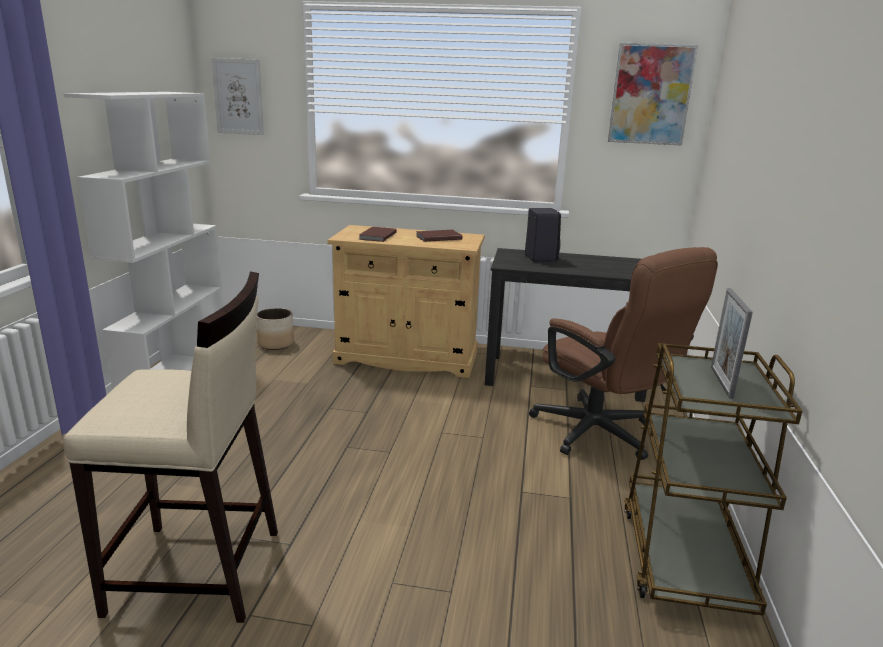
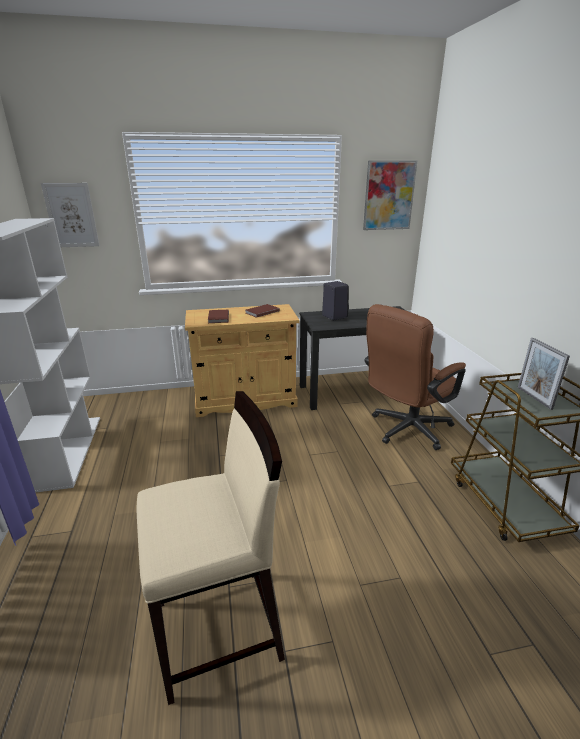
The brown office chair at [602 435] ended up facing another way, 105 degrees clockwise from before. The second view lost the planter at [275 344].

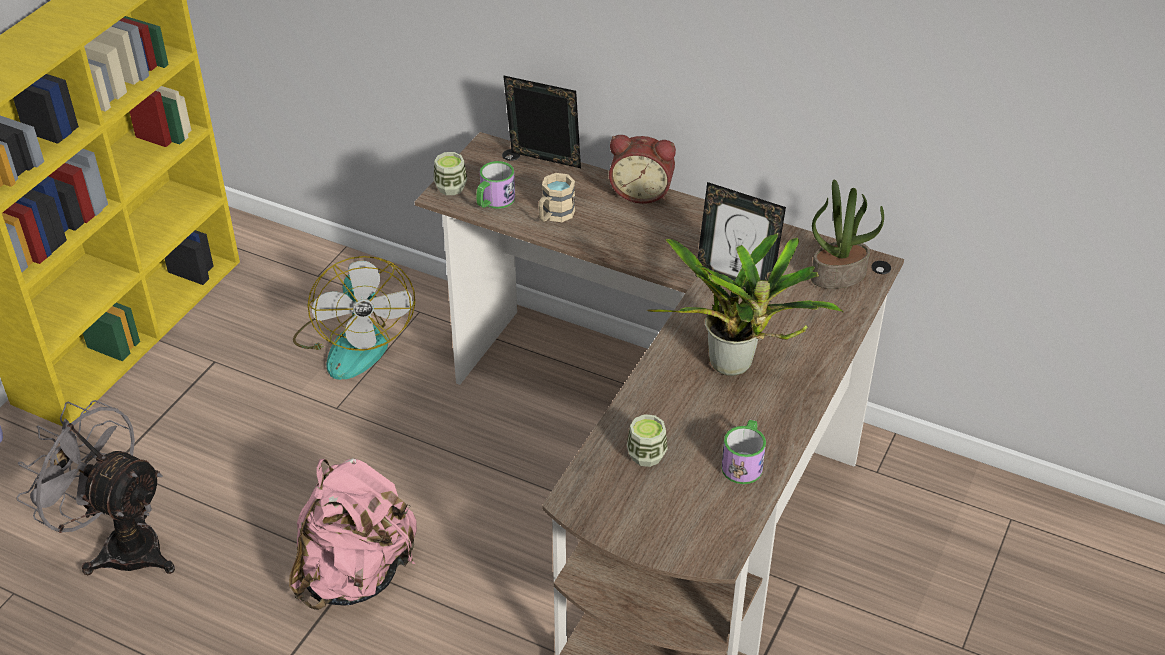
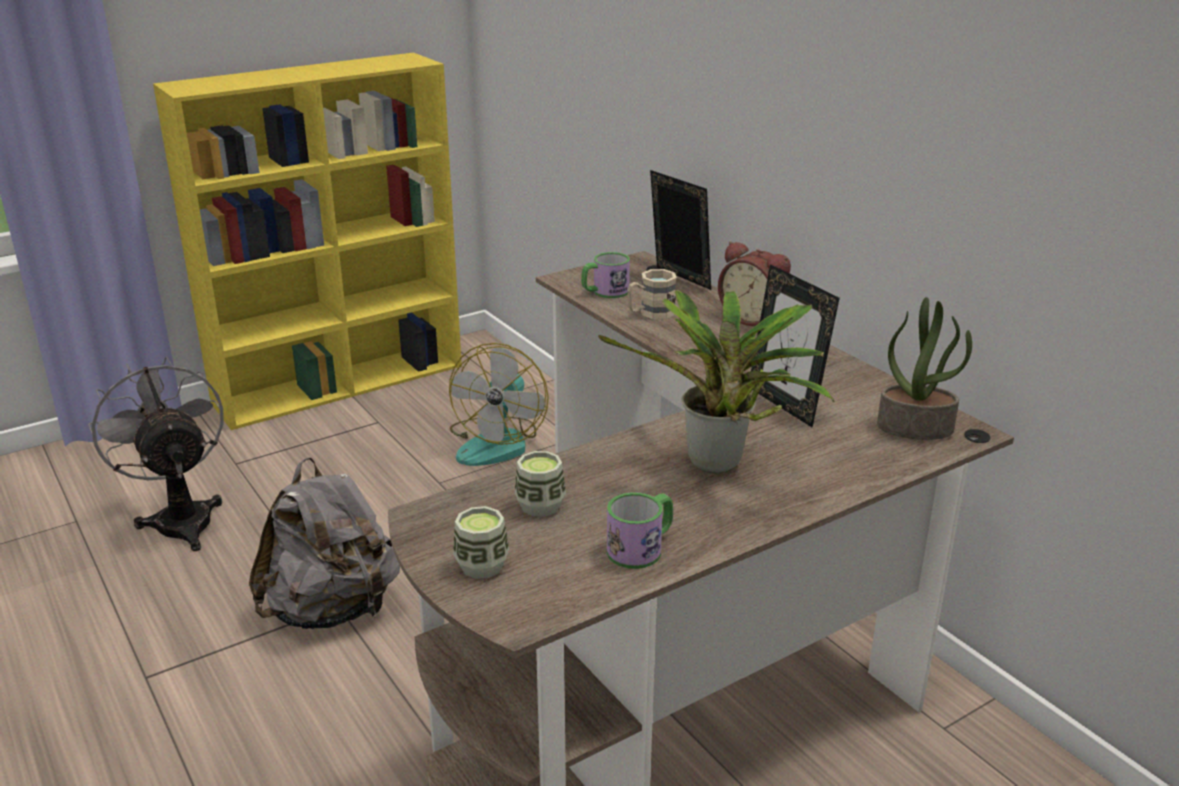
The cup ended up elsewhere, having gone from [451 187] to [482 565]. What was the pink backpack at [356 574] turned into the grey backpack at [332 610].

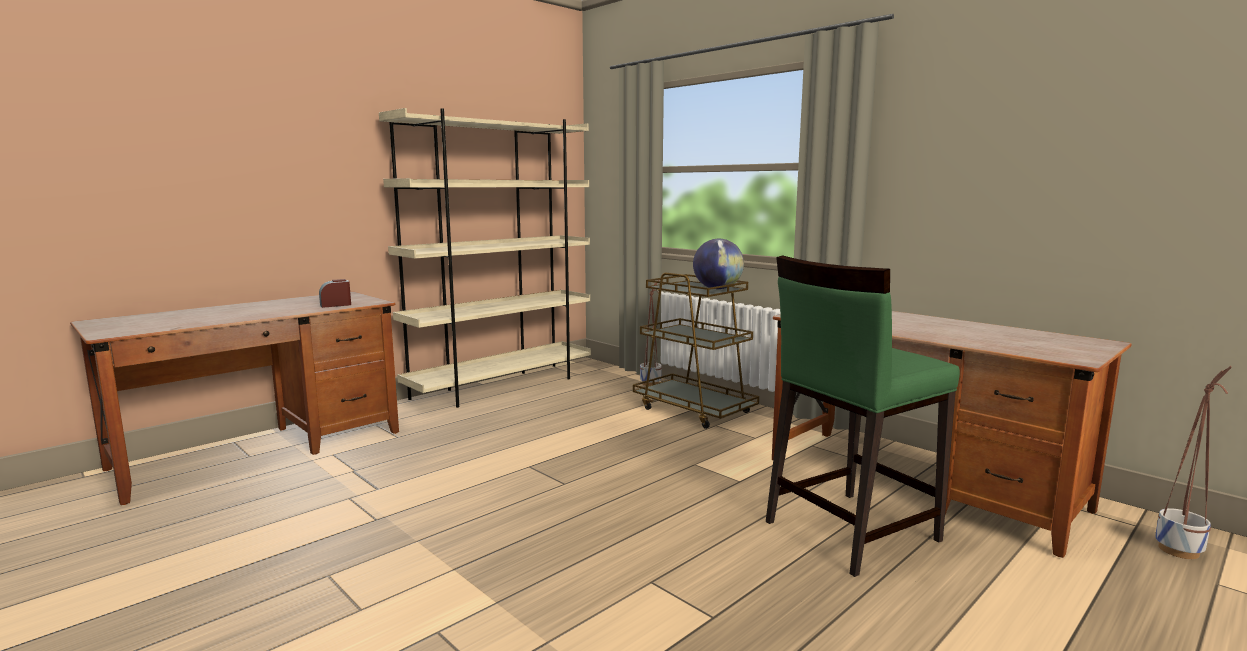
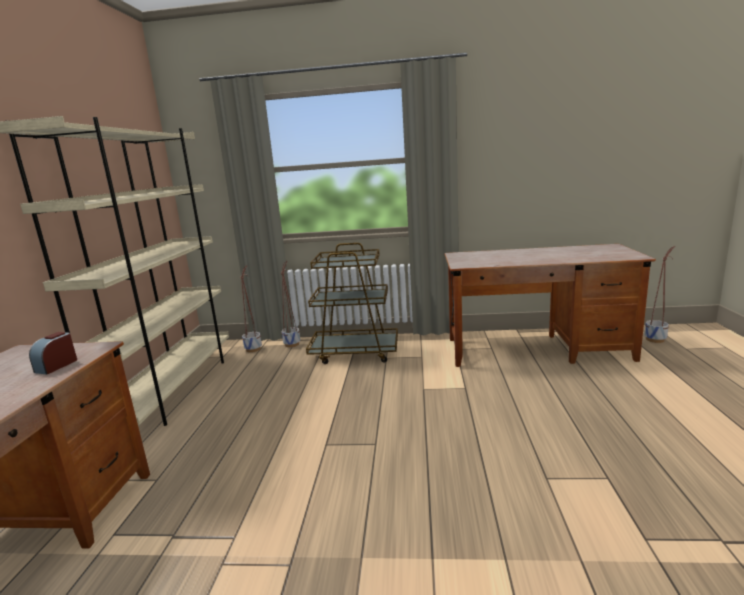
The second view lost the globe at [717 288]. The second view lost the green stool at [849 530]. The second view gained the planter at [253 349].

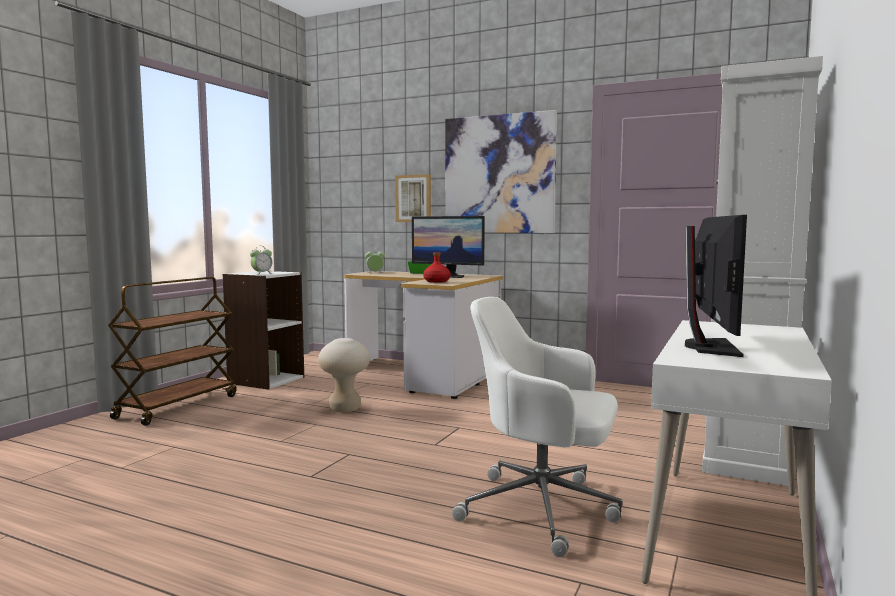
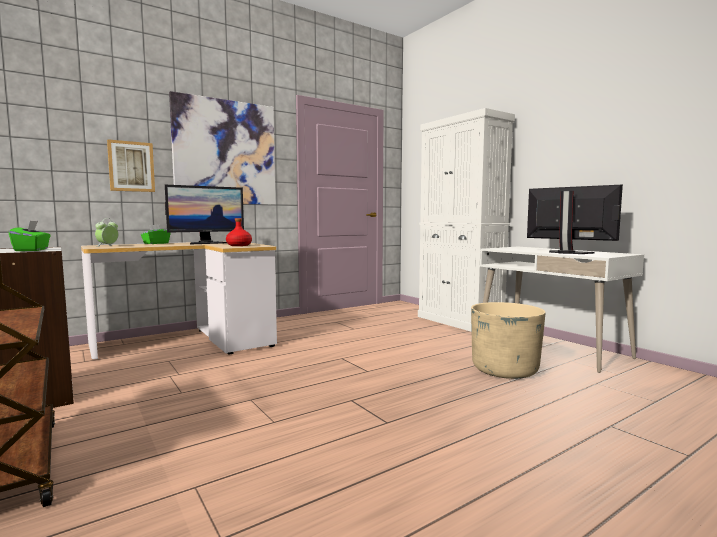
Where the alarm clock stood at [262 273], the green tissue box came to stand at [32 250]. Where the white office chair stood at [543 509], the beige planter came to stand at [504 370]. The second view lost the beige stool at [345 409].

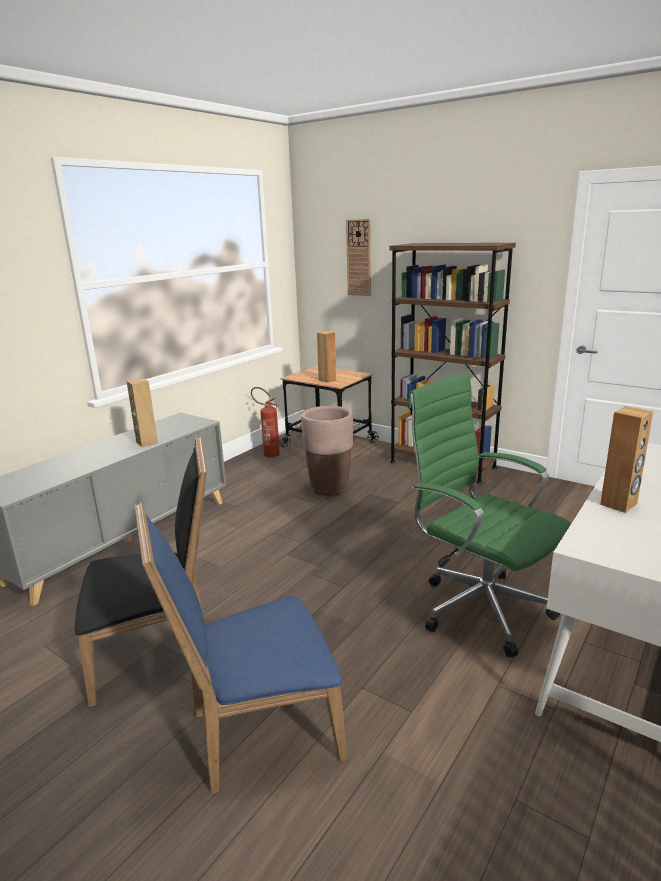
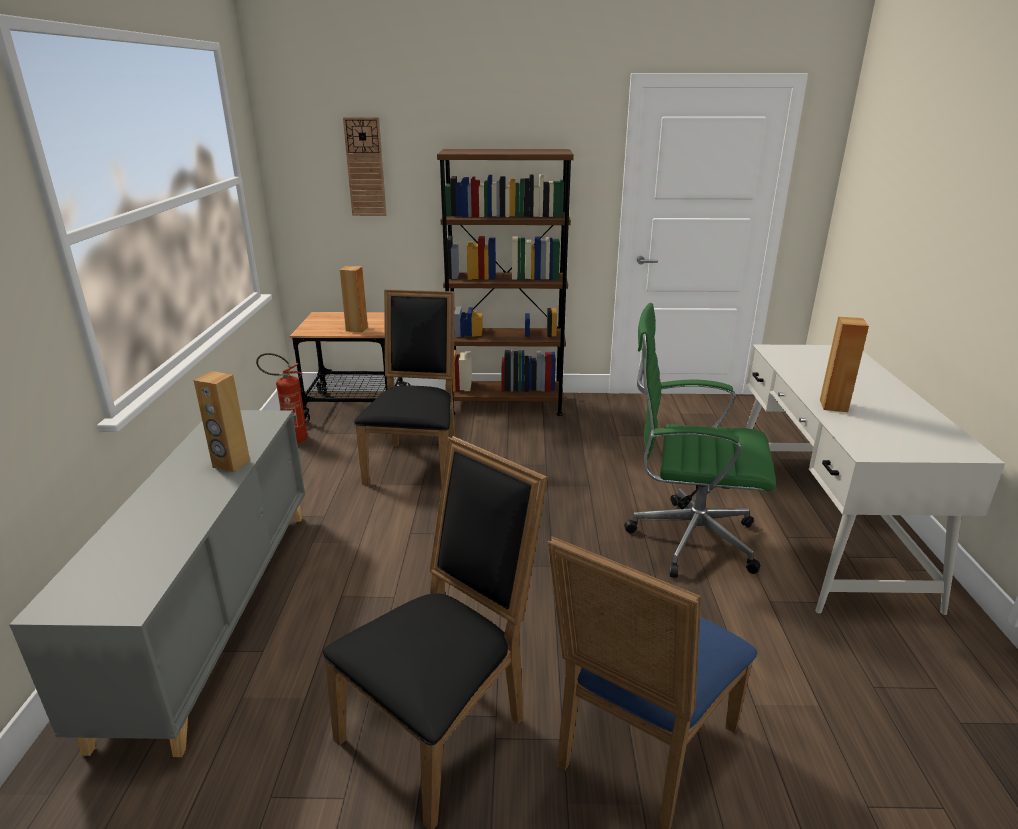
Where the brown planter stood at [329 488], the black chair came to stand at [417 462].

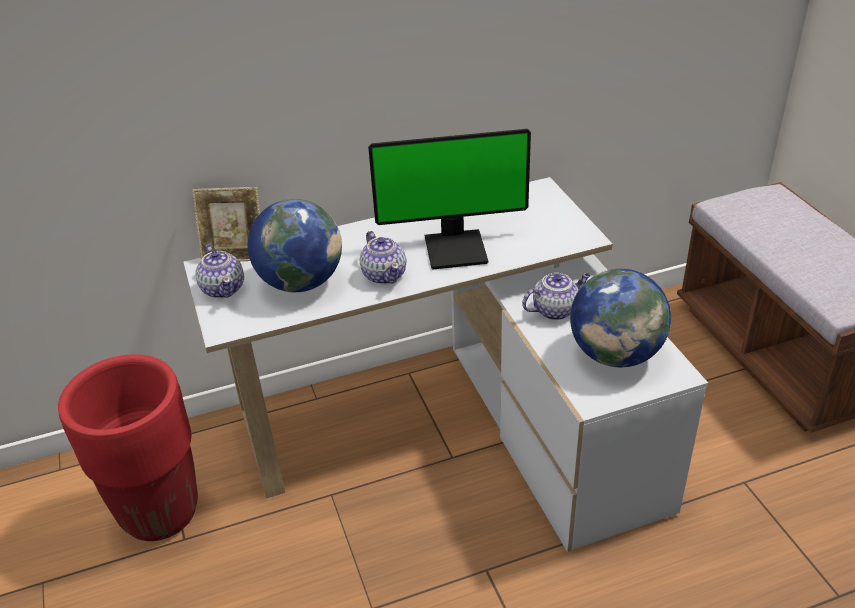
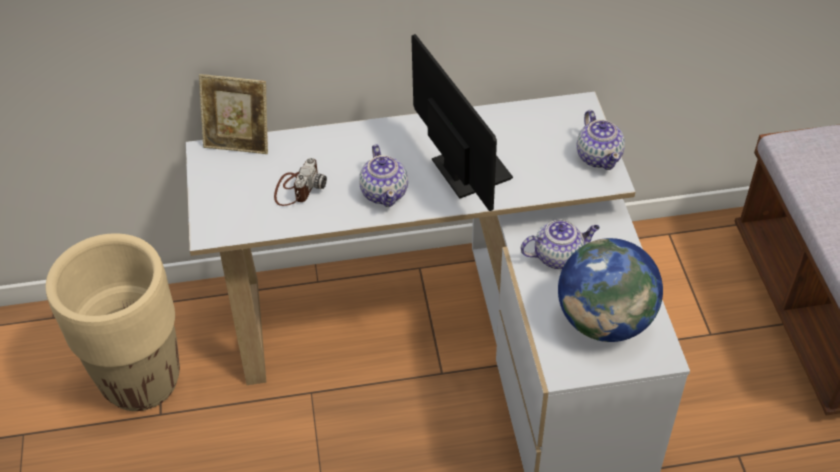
The monitor at [456 248] ended up facing another way, 120 degrees counterclockwise from before. Where the globe stood at [300 282], the photo camera came to stand at [298 188]. The teapot ended up elsewhere, having gone from [223 288] to [599 156]. What was the red planter at [160 512] turned into the beige planter at [142 381].

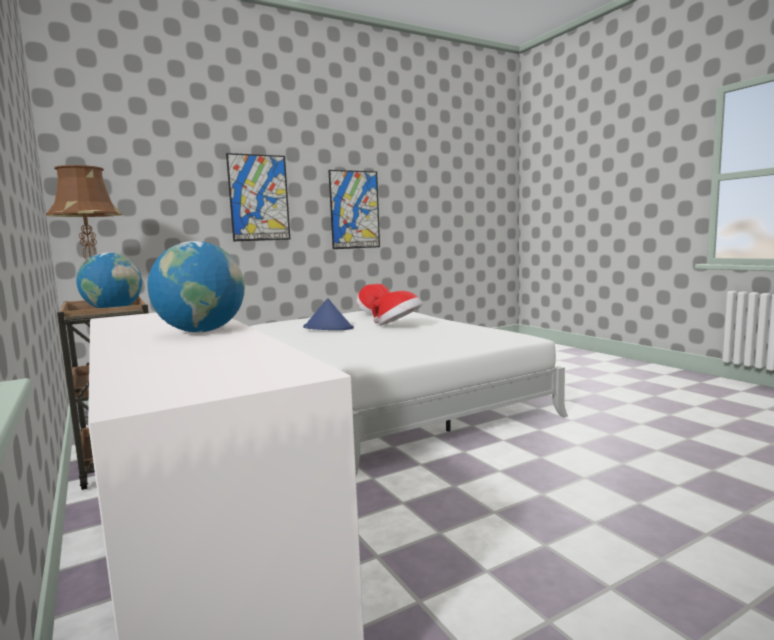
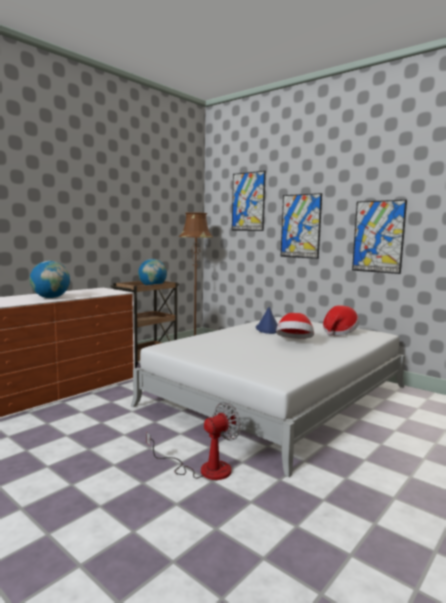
The second view gained the picture at [248 201]. The second view gained the fan at [204 469].

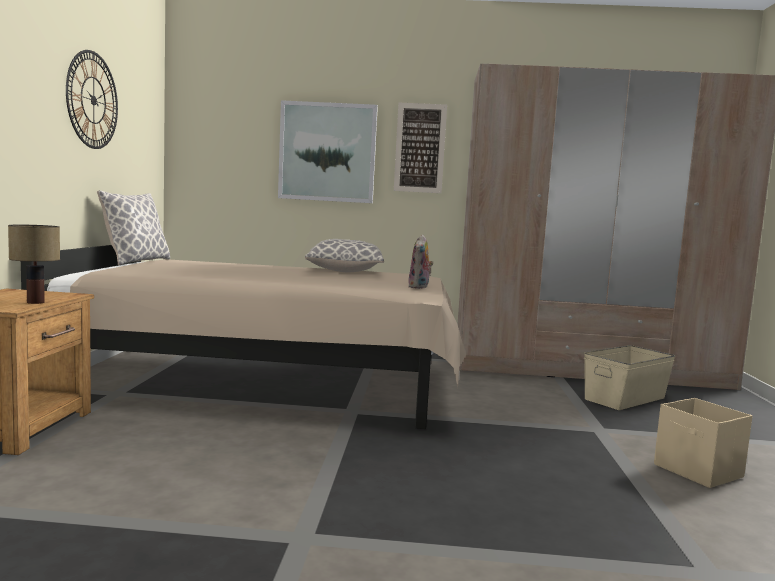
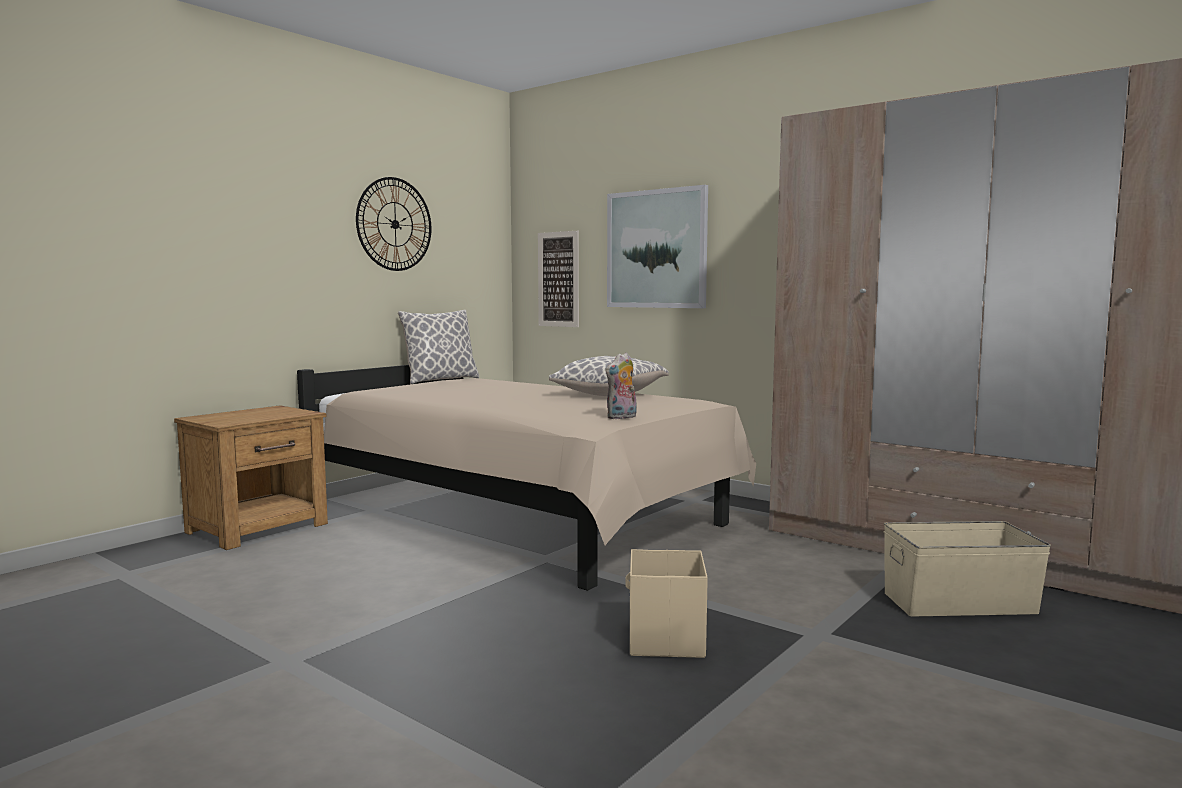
The picture ended up elsewhere, having gone from [420 148] to [558 279]. The second view lost the table lamp at [35 302]. The beige storage box ended up elsewhere, having gone from [698 471] to [665 640].

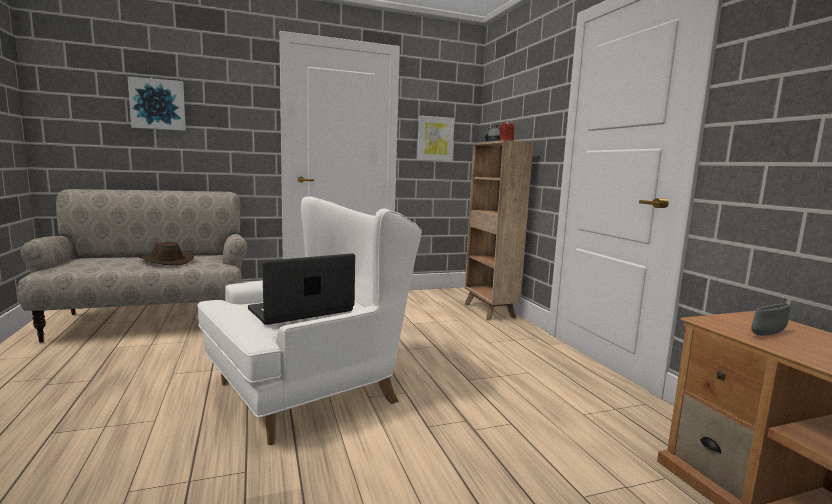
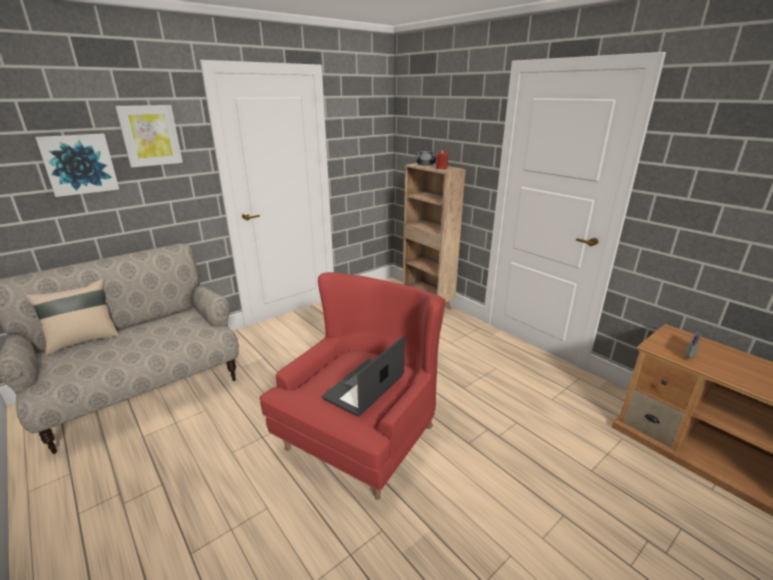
The picture ended up elsewhere, having gone from [435 139] to [150 135]. What was the white armchair at [313 390] turned into the red armchair at [364 434]. The second view lost the brown hat at [165 261]. The second view gained the beige pillow at [84 340].

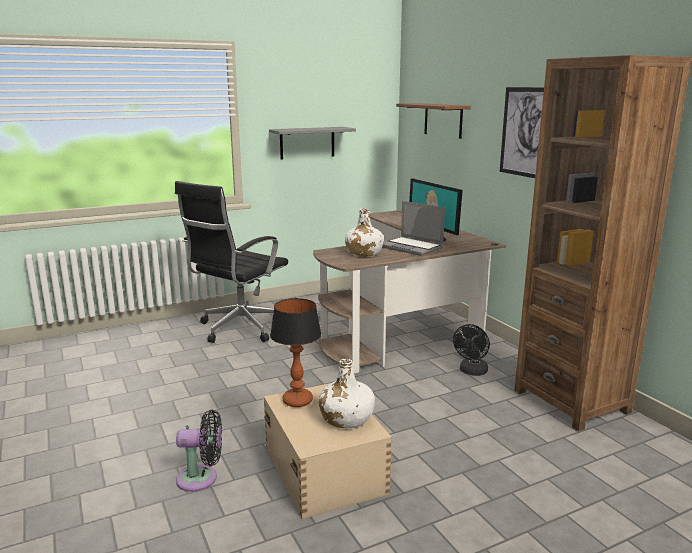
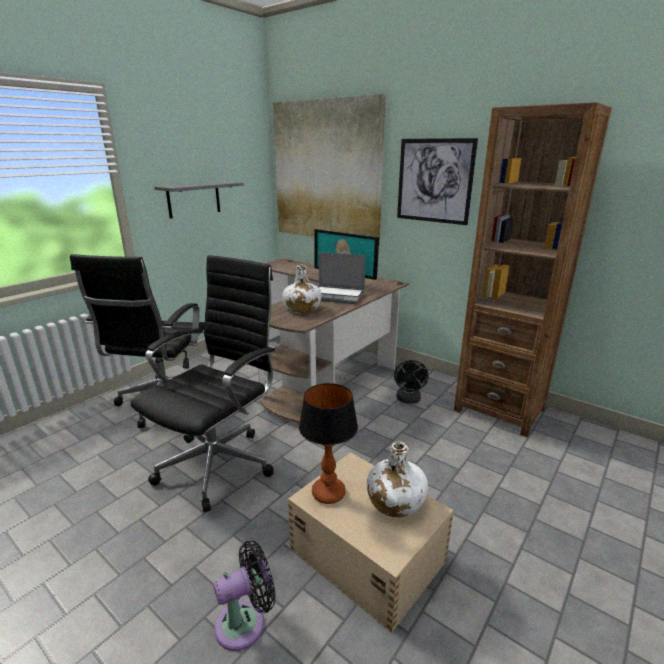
Where the brown shelf hung at [443 120], the picture came to hang at [326 172]. The second view gained the black office chair at [220 463].

